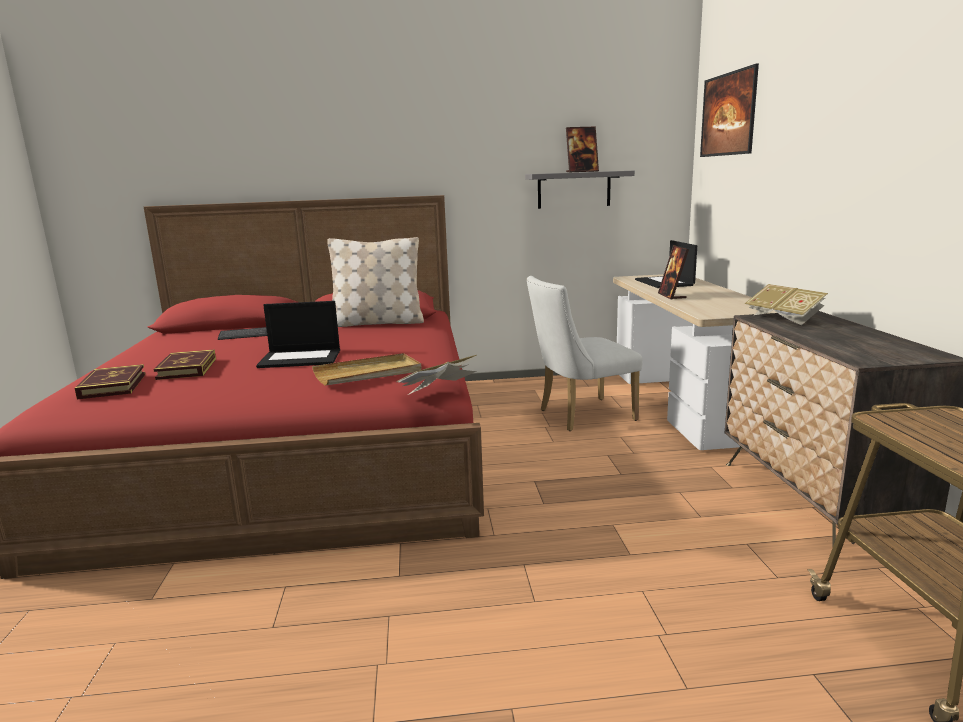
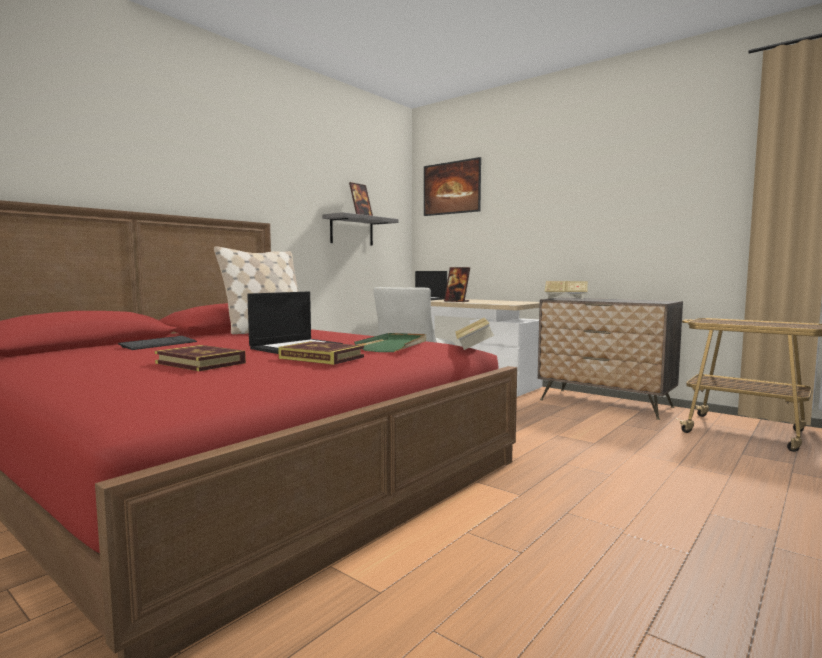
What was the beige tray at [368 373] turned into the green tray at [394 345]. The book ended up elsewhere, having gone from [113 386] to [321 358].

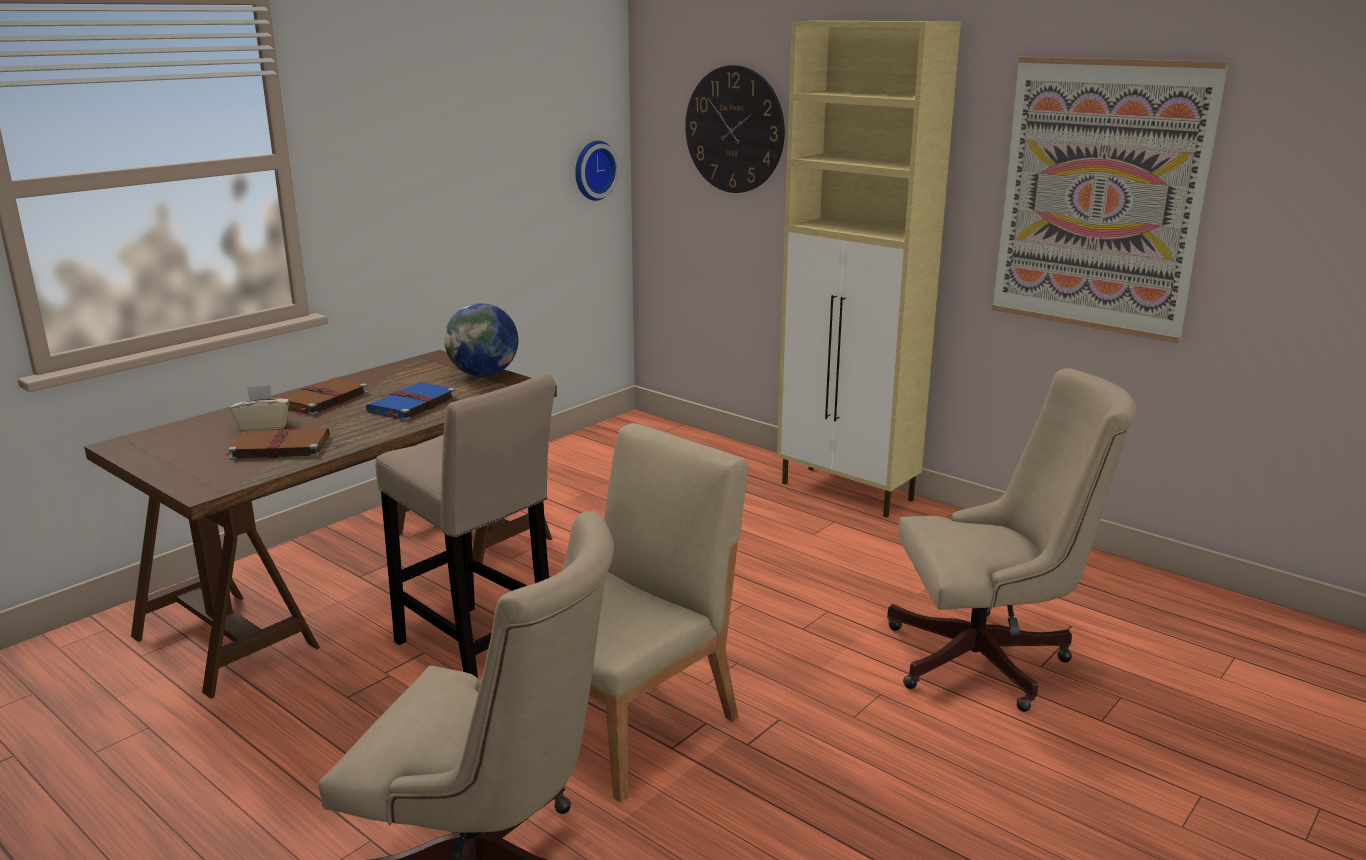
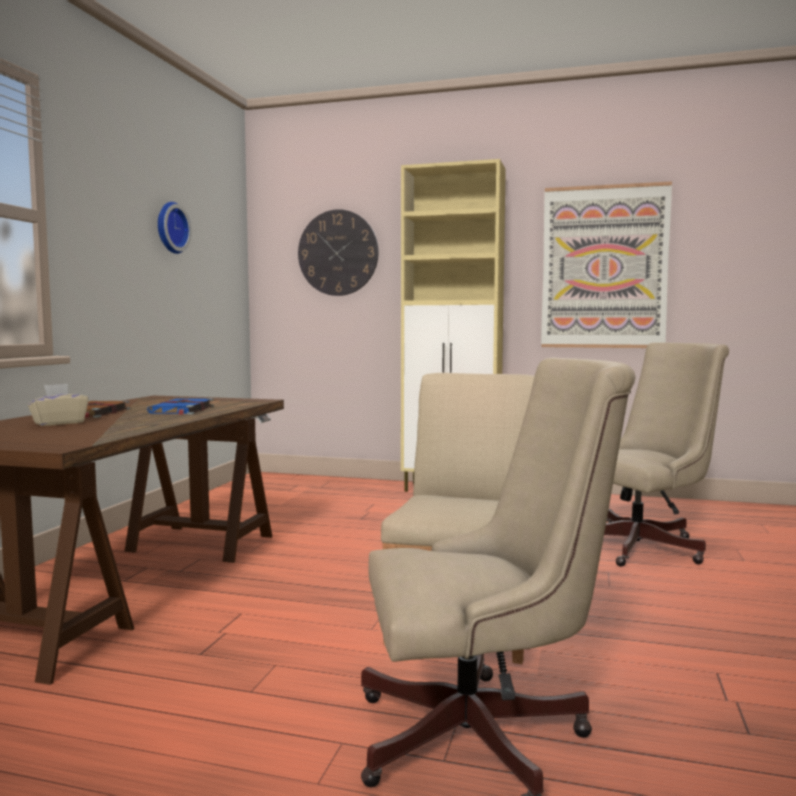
The wall clock ended up elsewhere, having gone from [593 170] to [170 228]. The second view lost the globe at [484 374]. The second view lost the beige stool at [478 652]. The second view lost the brown book at [278 447].

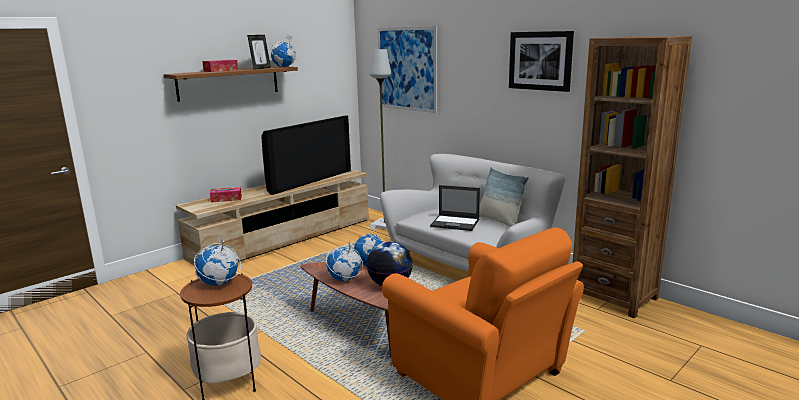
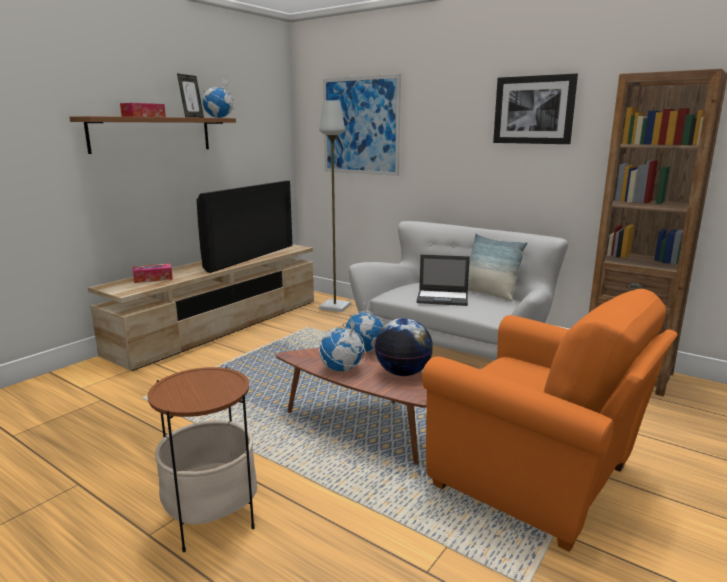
The second view lost the globe at [219 284].

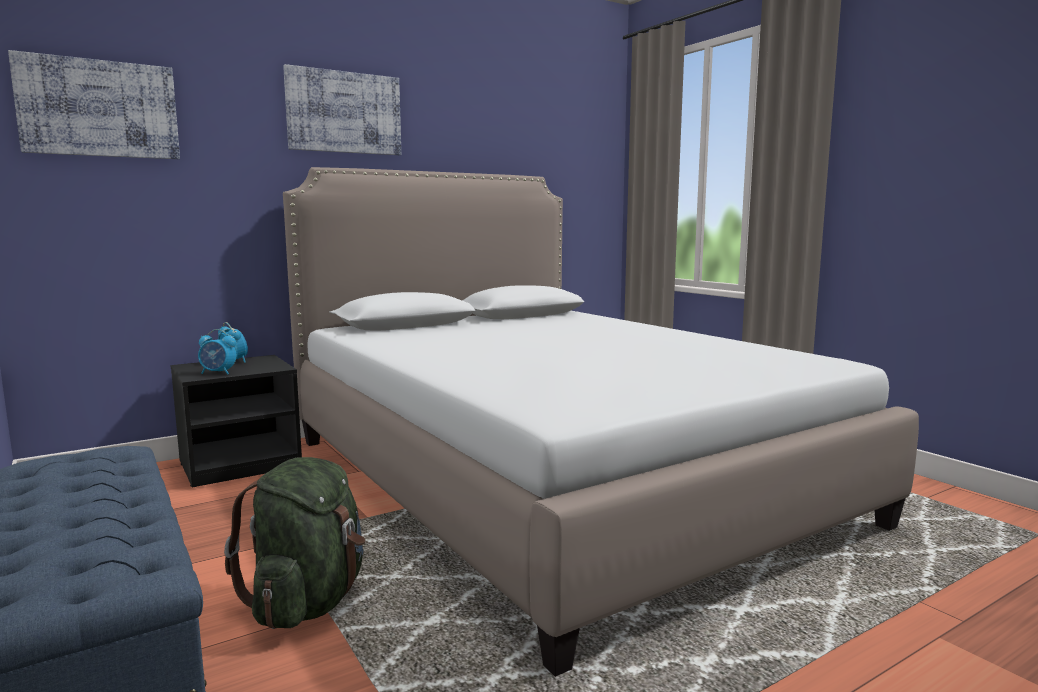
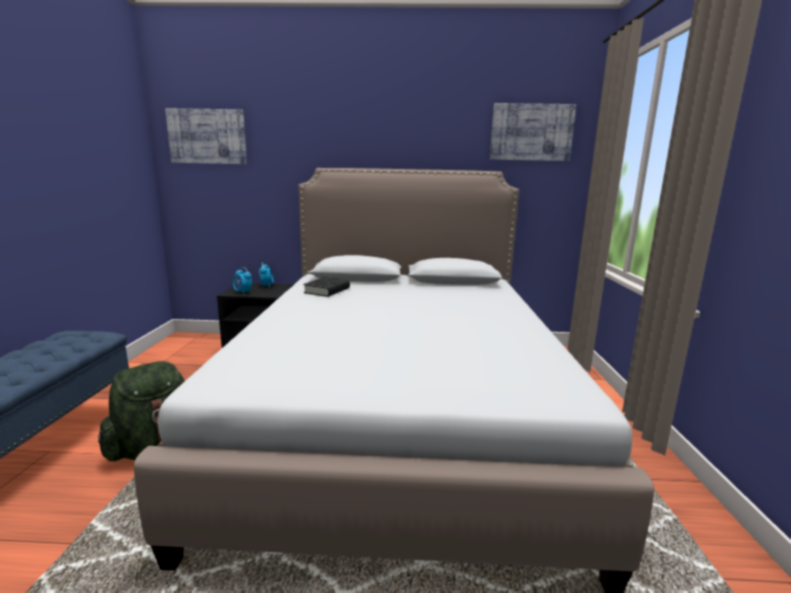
The picture ended up elsewhere, having gone from [344 112] to [531 132]. The second view gained the black book at [327 290].

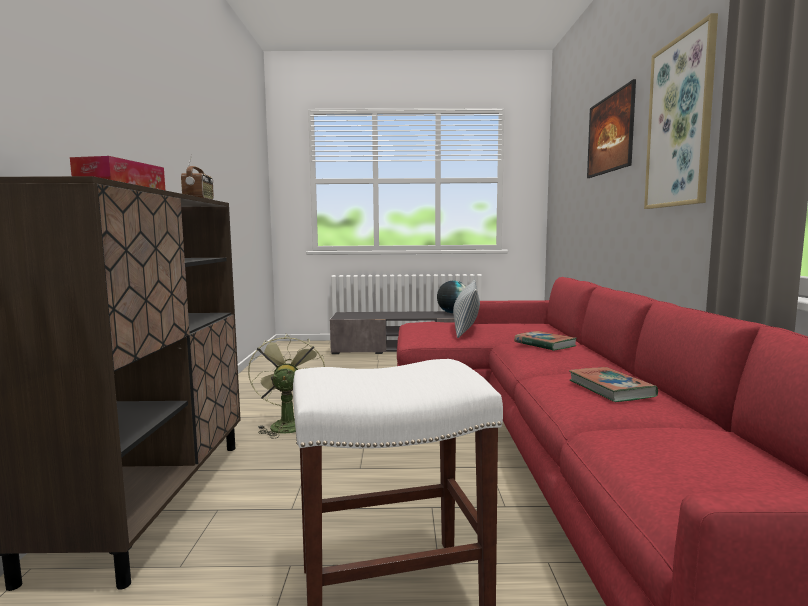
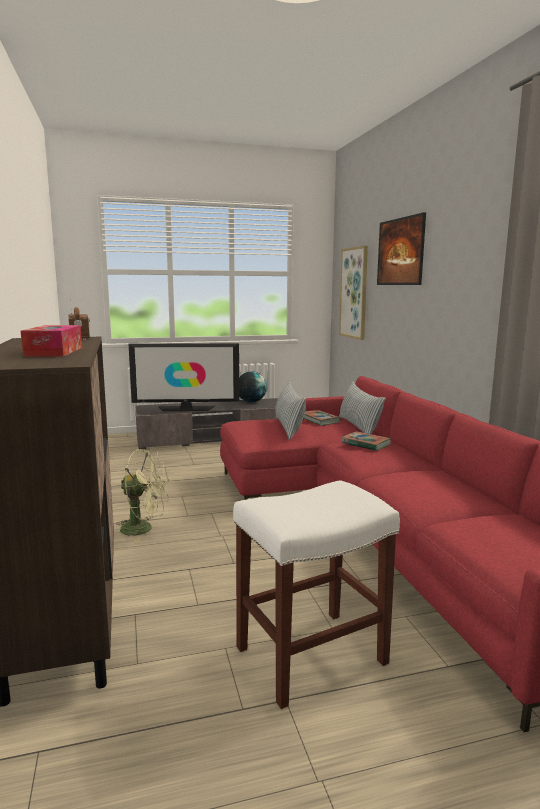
The picture ended up elsewhere, having gone from [680 123] to [354 293]. The green fan at [287 424] ended up facing another way, 120 degrees clockwise from before. The book ended up elsewhere, having gone from [610 389] to [320 420]. The second view gained the television at [186 408]. The second view gained the pillow at [359 427].

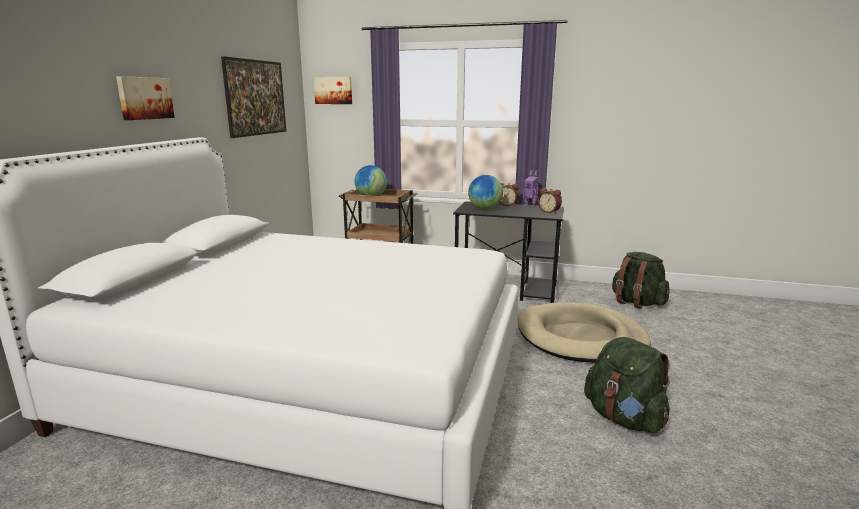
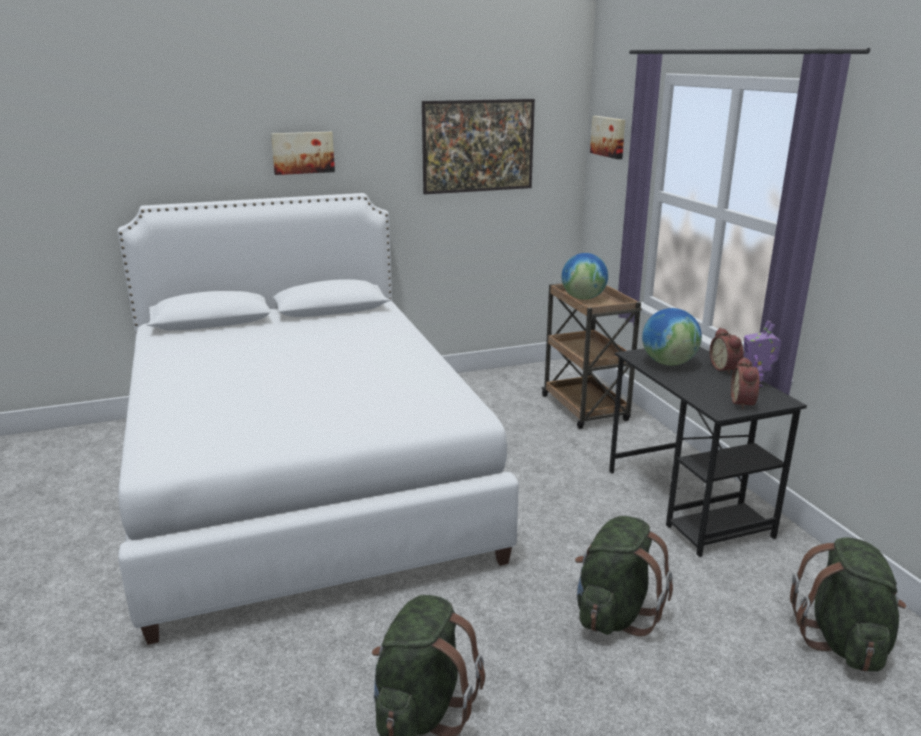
Where the beige dog bed stood at [581 338], the green backpack came to stand at [614 613].

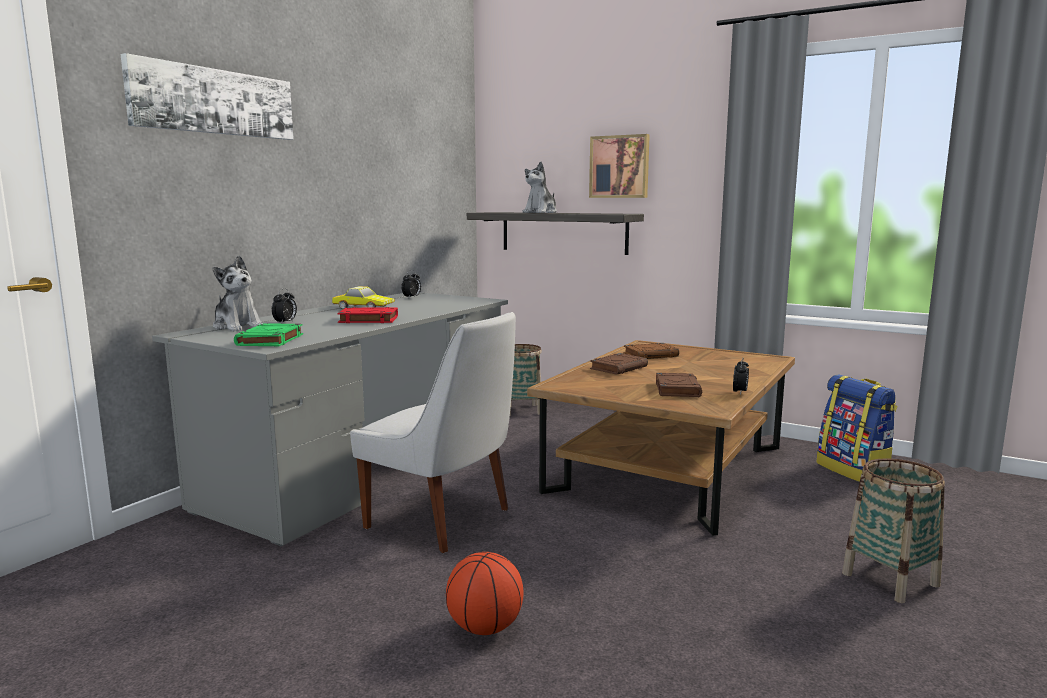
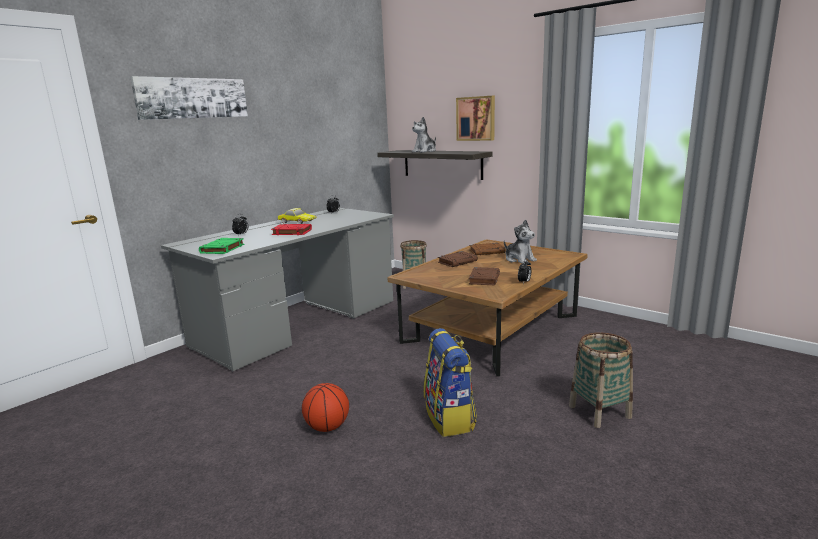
The plush toy ended up elsewhere, having gone from [238 326] to [519 259]. The second view lost the white chair at [443 520]. The backpack ended up elsewhere, having gone from [854 471] to [450 418].

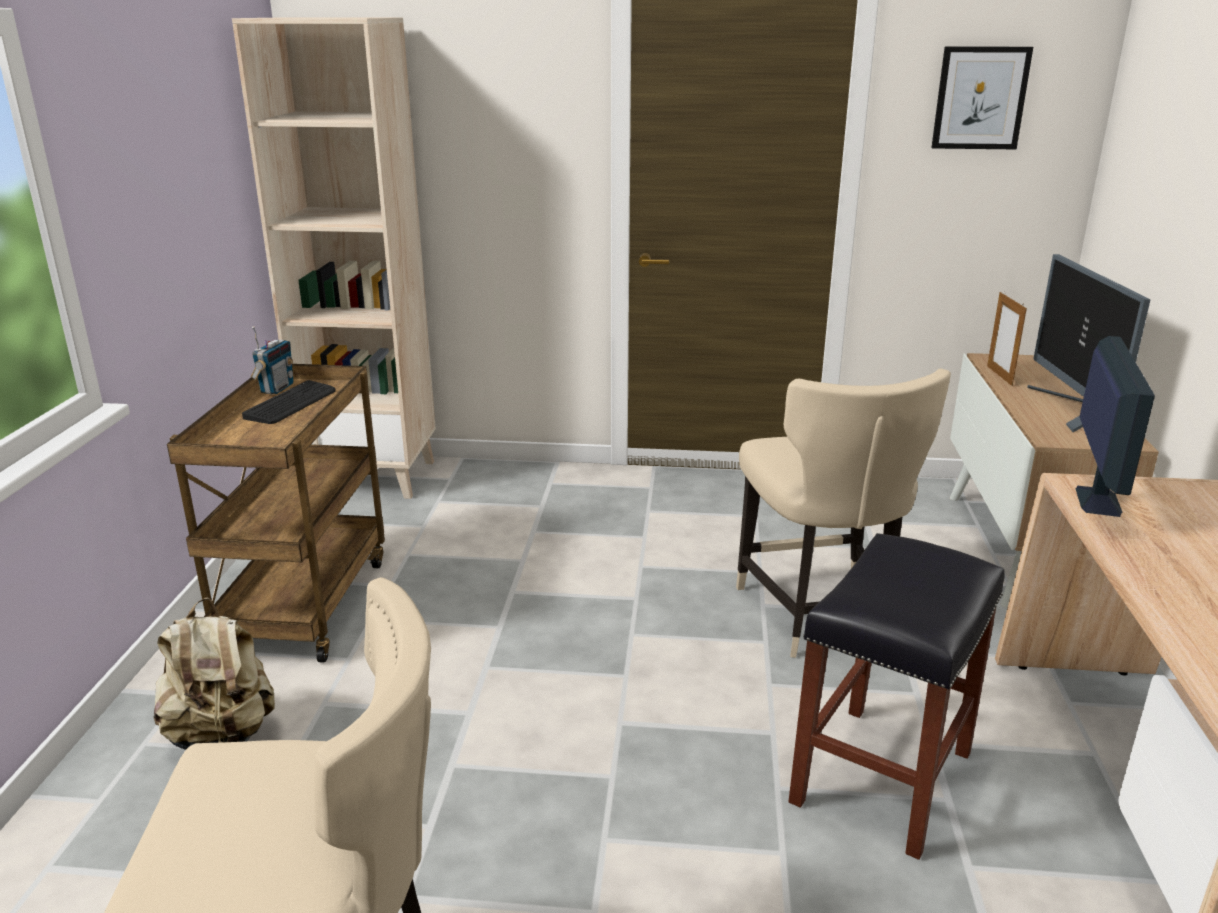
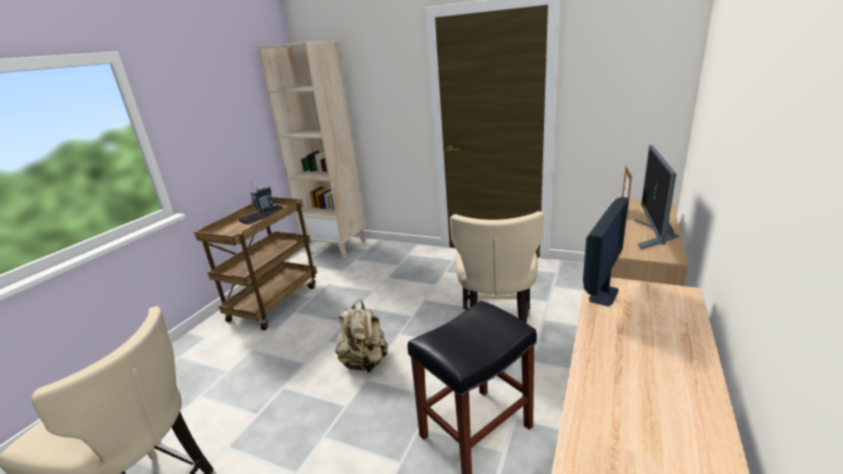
The second view lost the picture at [980 98]. The beige backpack ended up elsewhere, having gone from [222 735] to [365 362].

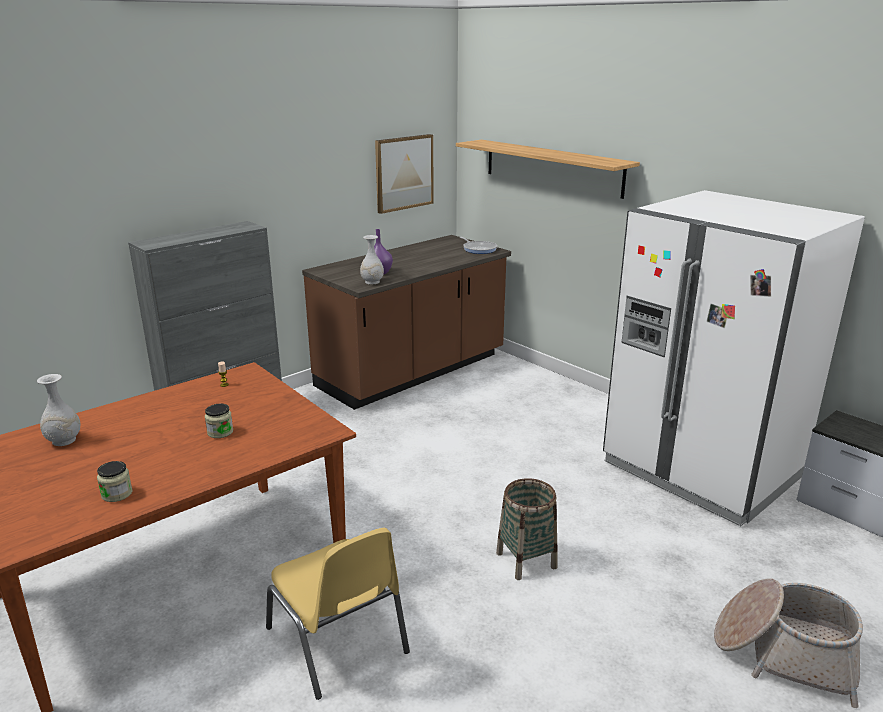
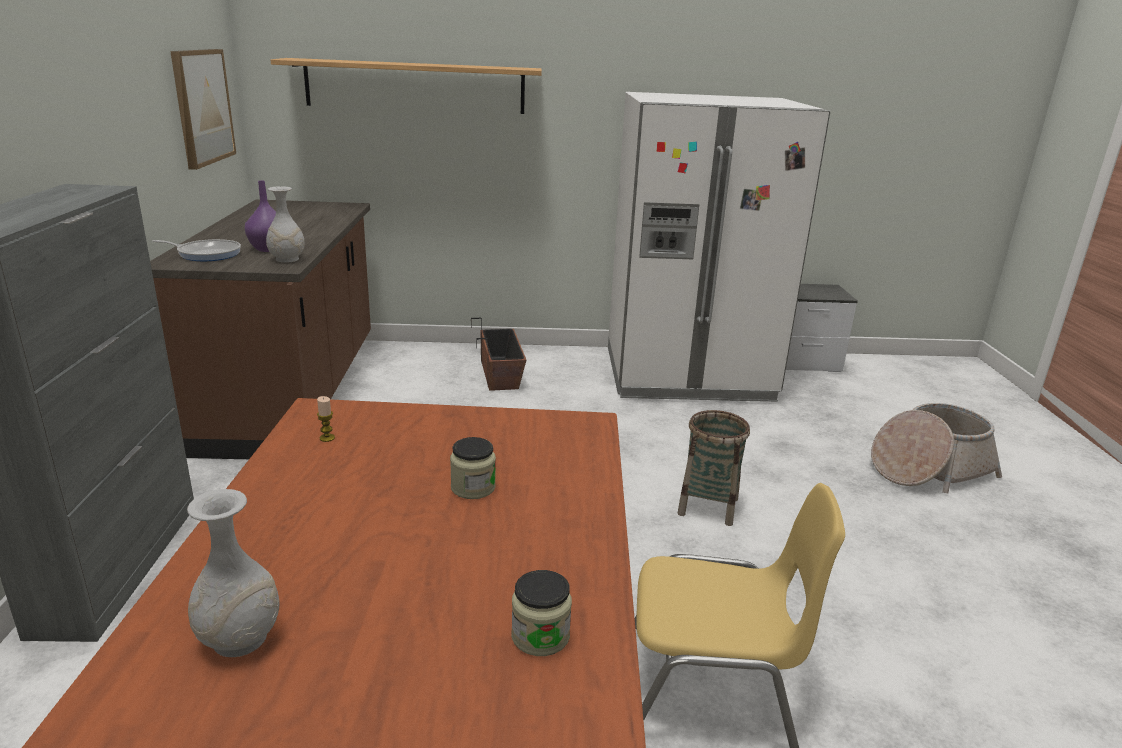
The frying pan ended up elsewhere, having gone from [478 249] to [206 254]. The second view gained the planter at [500 374].

